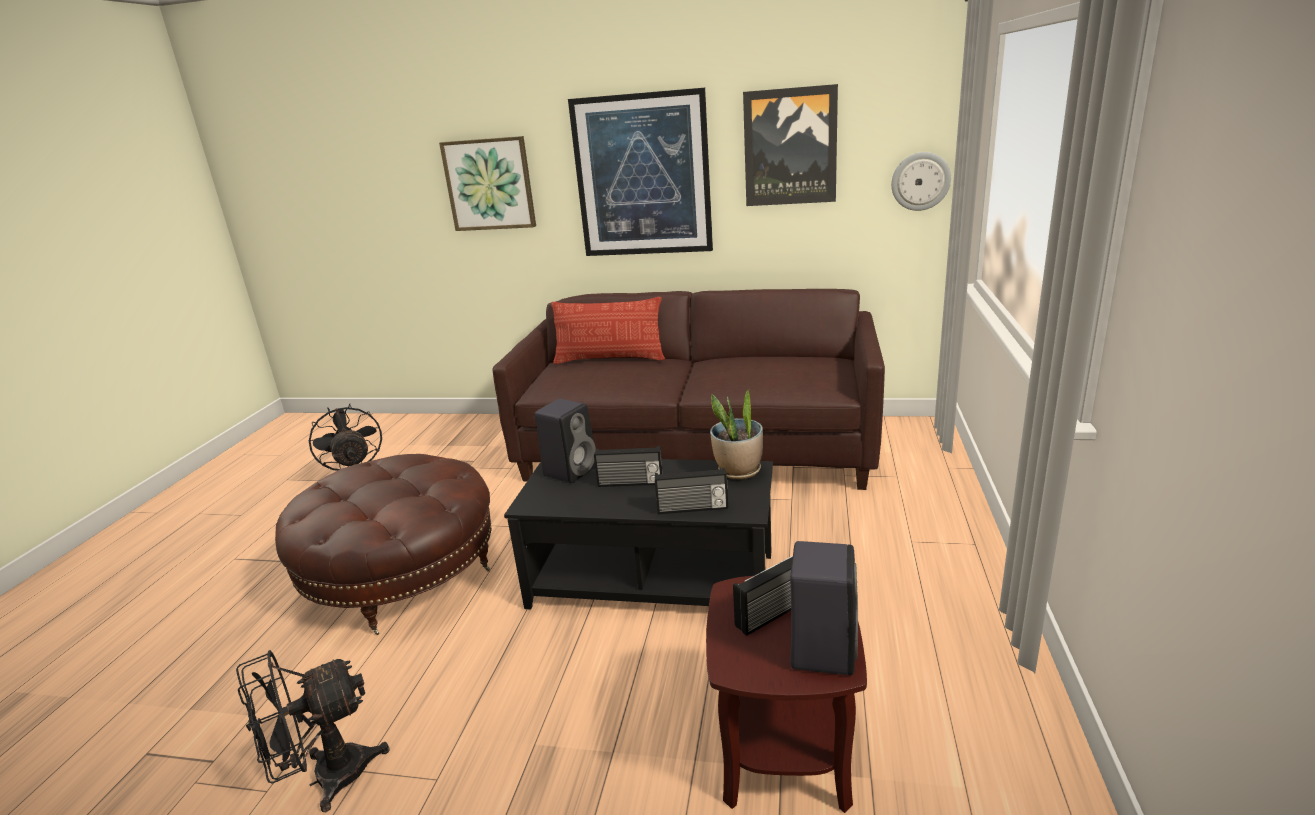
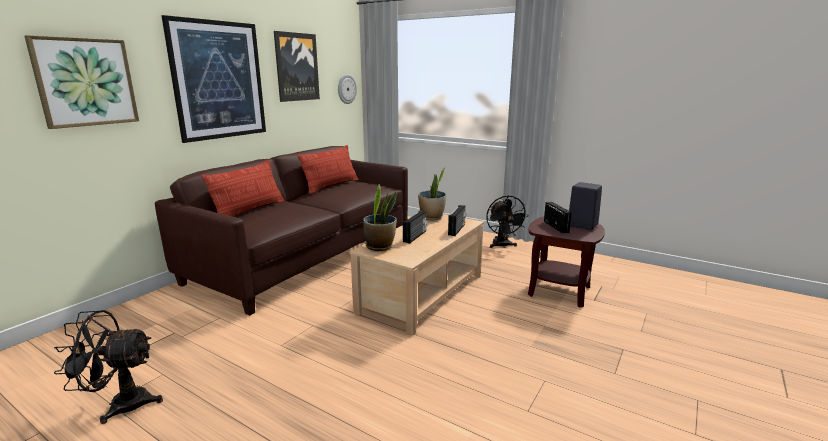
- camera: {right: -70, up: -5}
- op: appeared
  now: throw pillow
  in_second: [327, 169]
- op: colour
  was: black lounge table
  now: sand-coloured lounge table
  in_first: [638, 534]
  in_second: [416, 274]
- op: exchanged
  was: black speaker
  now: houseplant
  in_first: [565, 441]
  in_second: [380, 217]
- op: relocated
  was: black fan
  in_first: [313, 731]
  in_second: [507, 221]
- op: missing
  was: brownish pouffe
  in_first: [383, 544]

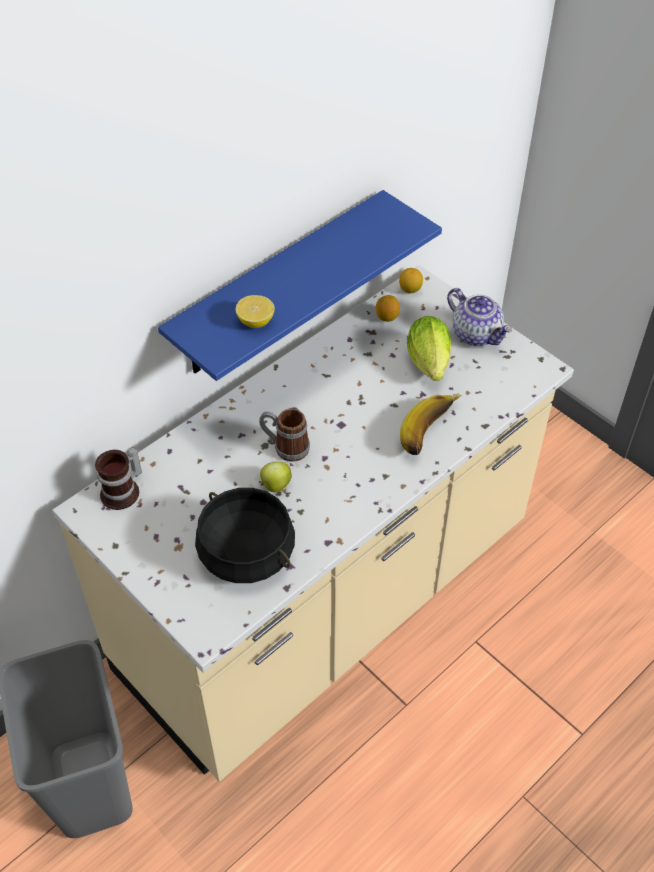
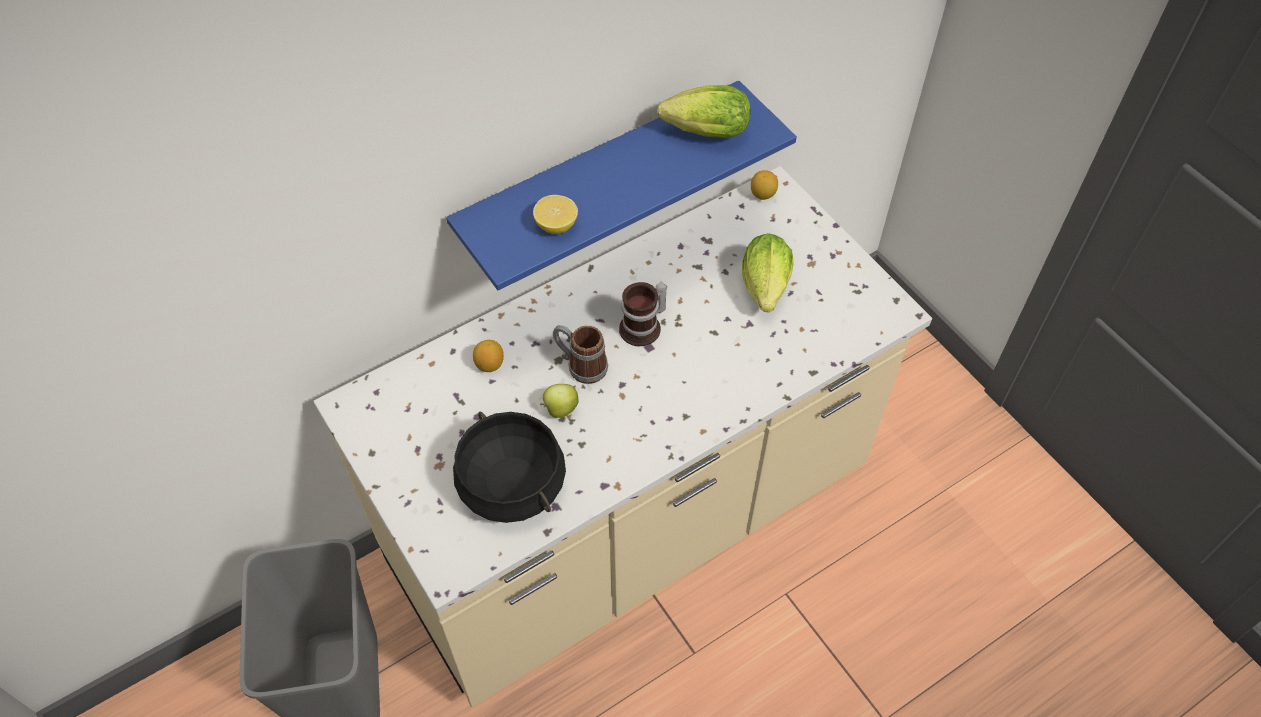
- camera: {right: 10, up: 5}
- op: relocated
  was: whole lemon
  in_first: [388, 308]
  in_second: [488, 356]
- op: relocated
  was: mug
  in_first: [118, 478]
  in_second: [643, 313]
- op: appeared
  now: head of lettuce
  in_second: [703, 111]
- op: missing
  was: banana fruit
  in_first: [431, 424]
- op: missing
  was: pot for tea
  in_first: [479, 317]

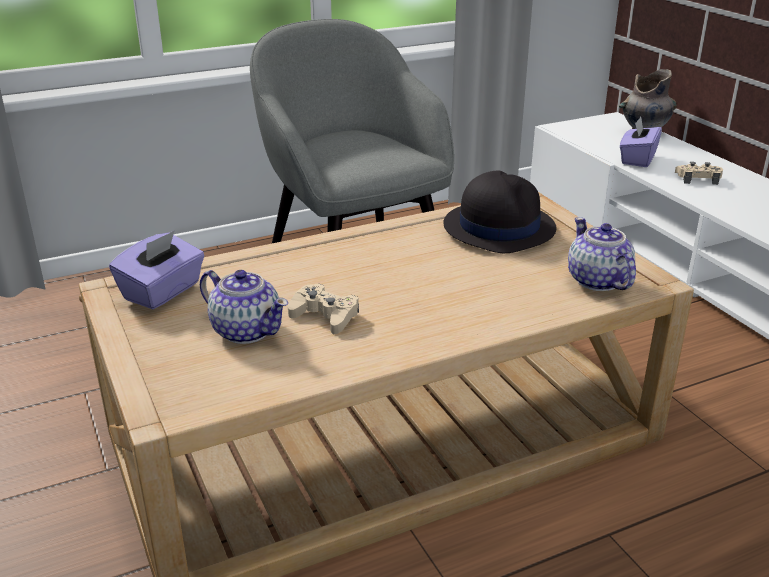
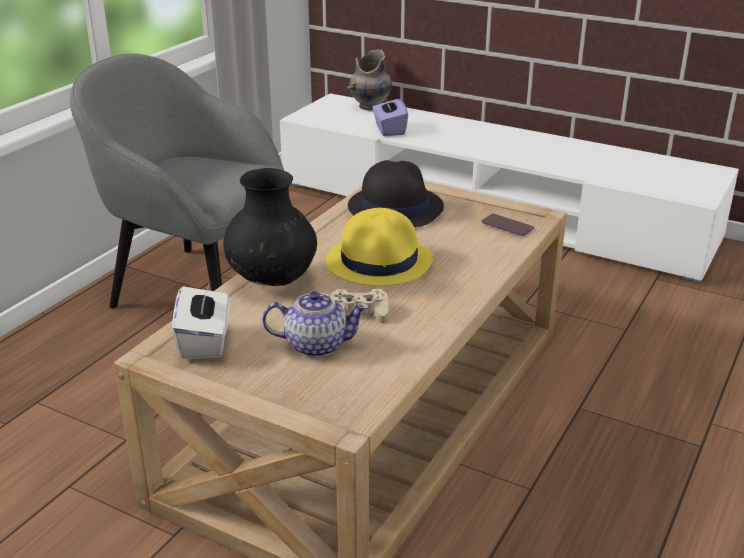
- camera: {right: -35, up: 0}
- op: colour
  was: purplish tissue holder
  now: white-coloured tissue holder
  in_first: [157, 269]
  in_second: [201, 319]
- op: appeared
  now: black flower vase
  in_second: [270, 227]
- op: appeared
  now: yellow-coloured clothing hat
  in_second: [379, 247]
- op: exchanged
  was: pot for tea
  now: phone
  in_first: [602, 254]
  in_second: [507, 225]
- op: missing
  was: sand-coloured gamepad
  in_first: [699, 173]

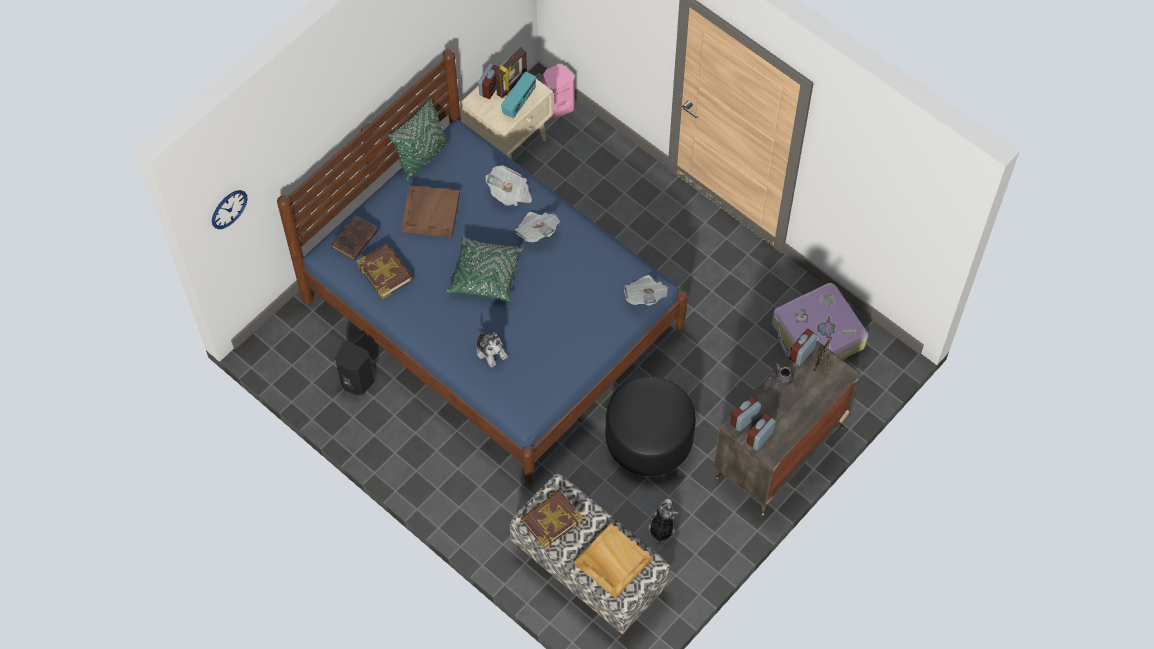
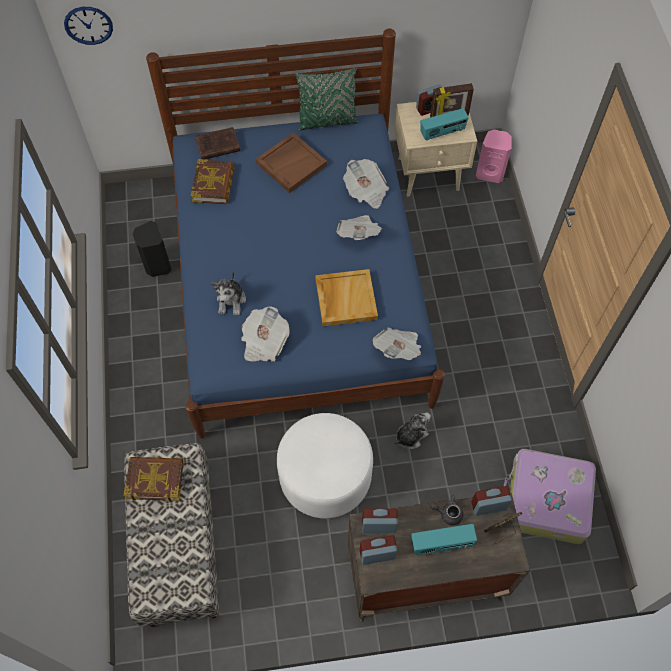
- camera: {right: 40, up: 0}
- op: appeared
  now: daily paper
  in_second: [265, 334]
- op: colour
  was: black pouffe
  now: white-coloured pouffe
  in_first: [650, 426]
  in_second: [325, 465]
- op: relocated
  was: sand-coloured serving tray
  in_first: [613, 560]
  in_second: [346, 297]
- op: relocated
  was: plush toy
  in_first: [663, 521]
  in_second: [412, 431]
- op: appeared
  now: radio
  in_second: [444, 540]
- op: missing
  was: green-coloured throw pillow
  in_first: [485, 269]

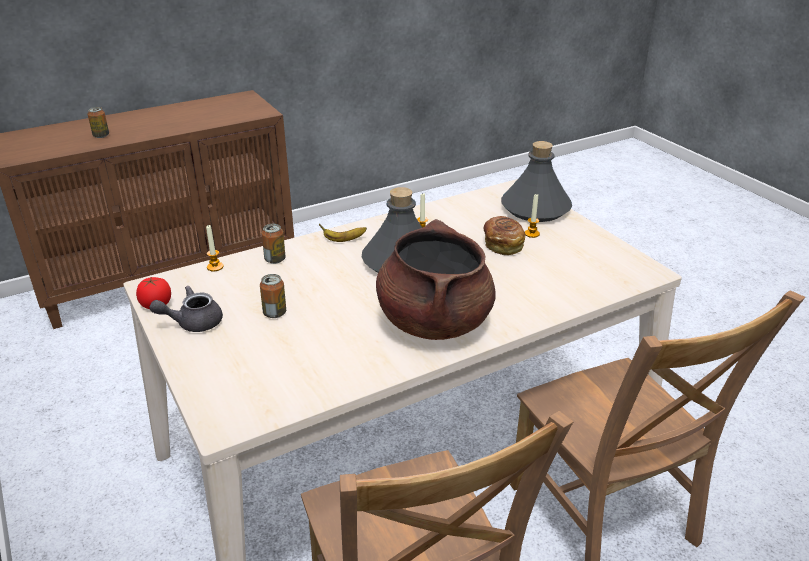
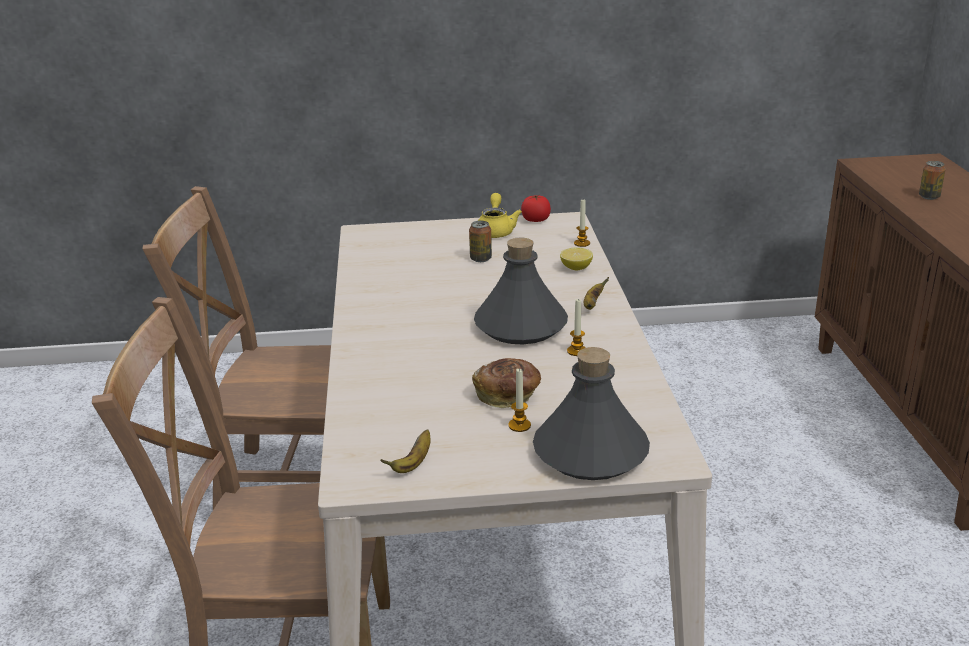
- camera: {right: 115, up: -5}
- op: appeared
  now: banana fruit
  in_second: [405, 451]
- op: colour
  was: grey pot for tea
  now: yellow-coloured pot for tea
  in_first: [186, 309]
  in_second: [500, 215]
- op: exchanged
  was: sealed can
  now: whole lemon
  in_first: [274, 244]
  in_second: [576, 259]
- op: missing
  was: brownish cooking pot
  in_first: [436, 279]

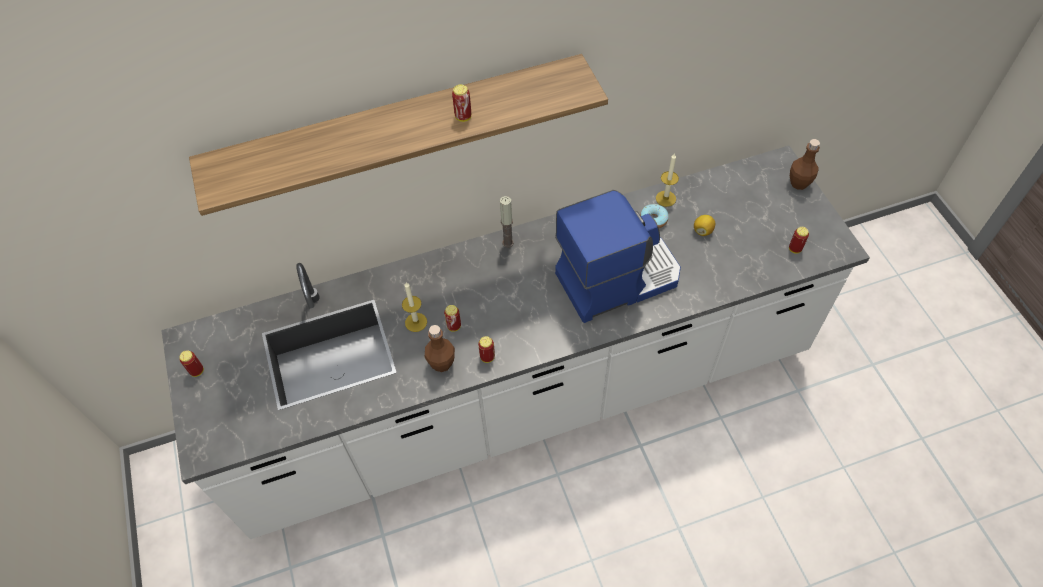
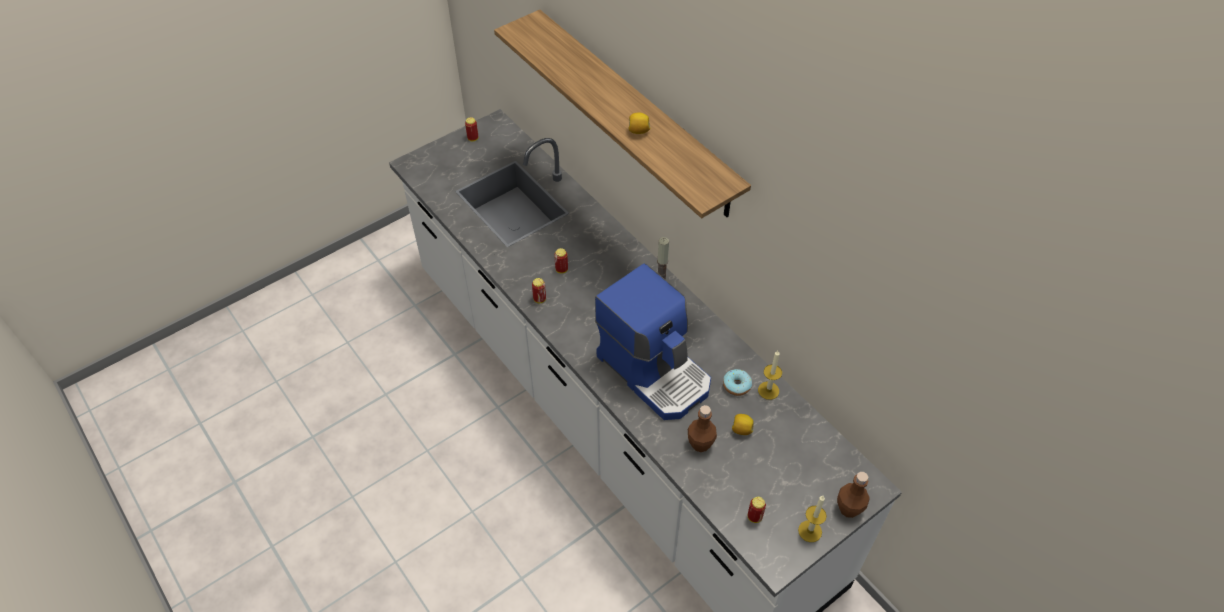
- camera: {right: 70, up: -5}
- op: exchanged
  was: sealed can
  now: whole lemon
  in_first: [461, 103]
  in_second: [639, 123]
- op: relocated
  was: brownish bottle
  in_first: [439, 348]
  in_second: [702, 428]
- op: relocated
  was: wax light
  in_first: [414, 307]
  in_second: [812, 519]

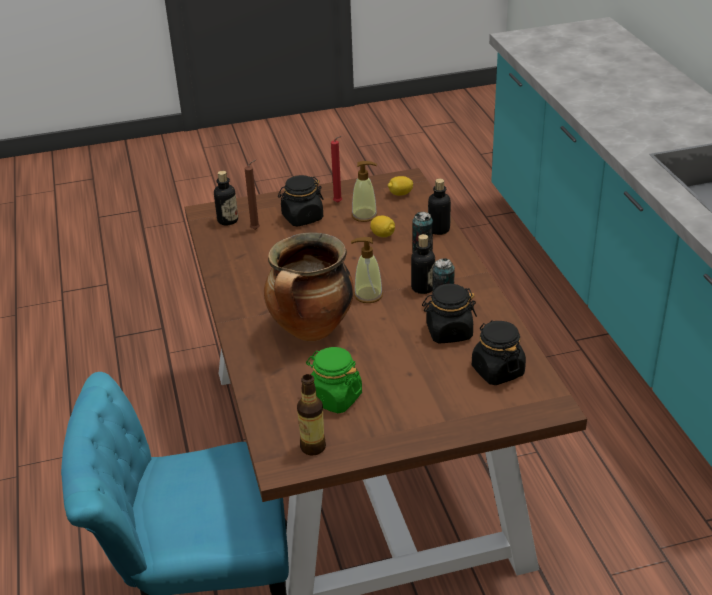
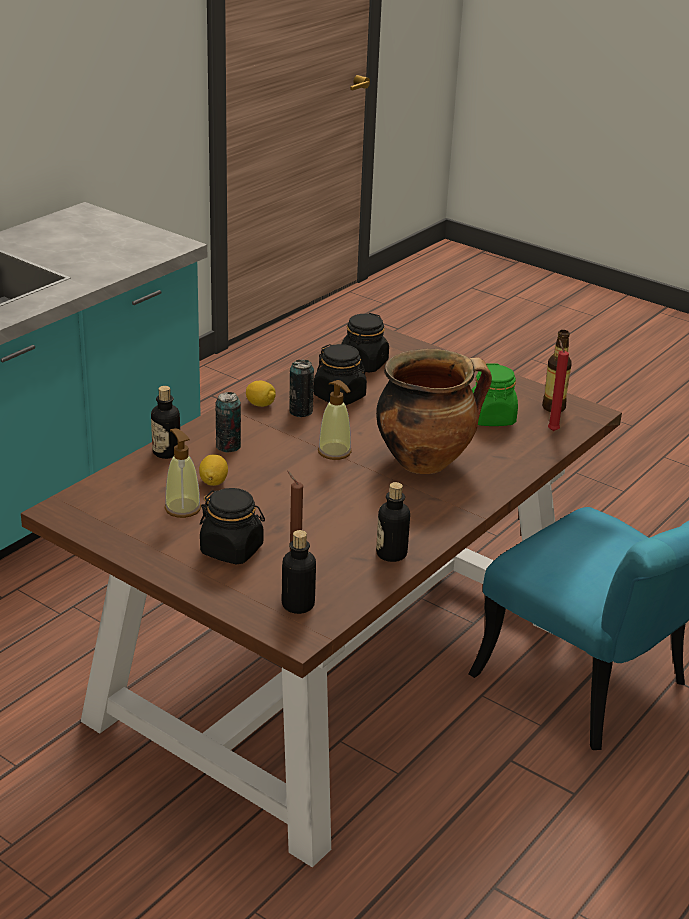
- camera: {right: -130, up: -5}
- op: relocated
  was: whole lemon
  in_first: [400, 186]
  in_second: [261, 394]
- op: relocated
  was: bottle
  in_first: [423, 264]
  in_second: [393, 522]
- op: relocated
  was: red-coloured wax light
  in_first: [336, 169]
  in_second: [558, 385]

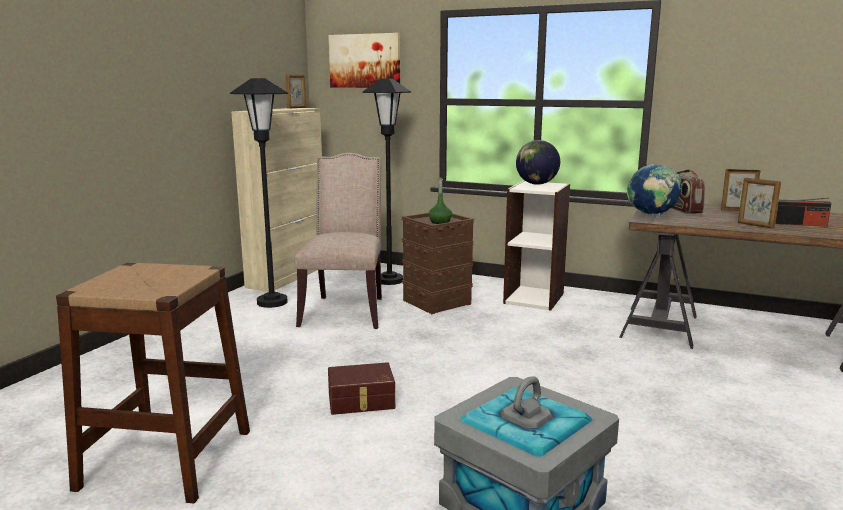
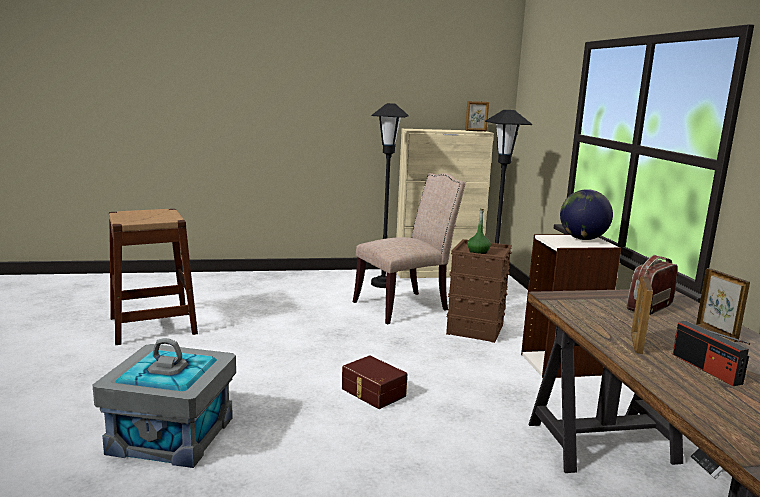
- camera: {right: 55, up: 0}
- op: relocated
  was: brownish storage container
  in_first: [361, 388]
  in_second: [374, 382]
- op: missing
  was: wall picture
  in_first: [364, 60]
- op: missing
  was: world globe
  in_first: [654, 190]

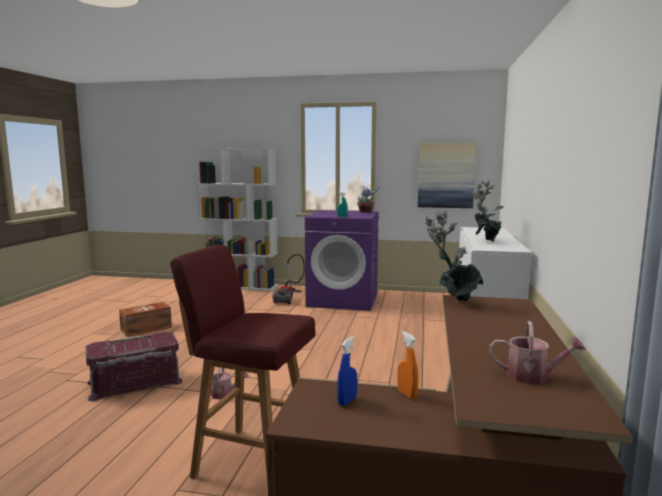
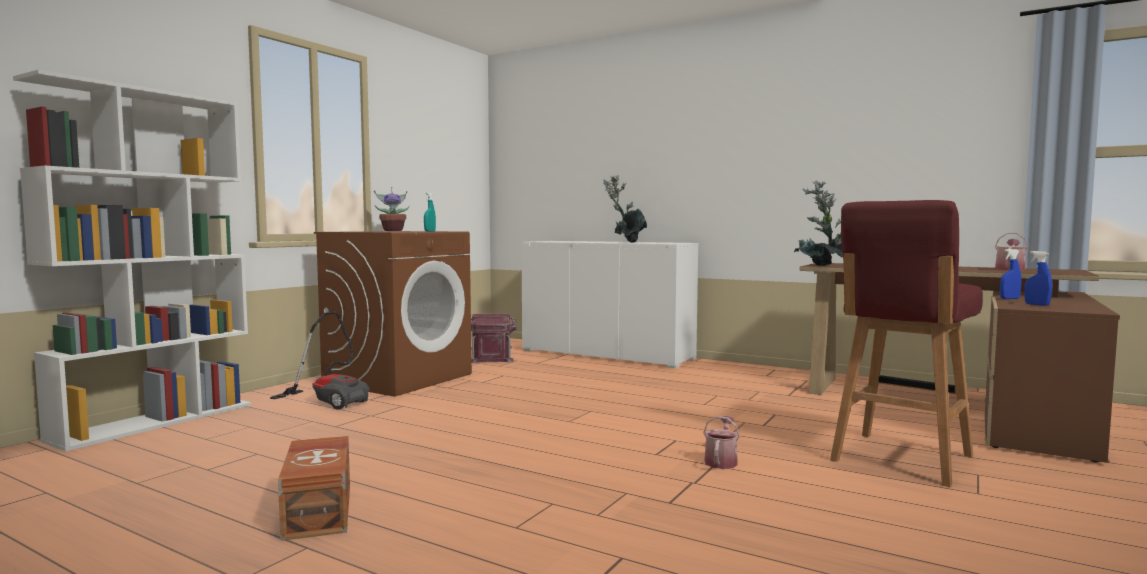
- camera: {right: -70, up: -5}
- op: colour
  was: purplish laundry machine
  now: brownish laundry machine
  in_first: [342, 260]
  in_second: [393, 314]
- op: relocated
  was: red-coloured storage container
  in_first: [134, 367]
  in_second: [494, 338]
- op: colour
  was: orange-coloured spray bottle
  now: bluish spray bottle
  in_first: [408, 365]
  in_second: [1010, 274]
- op: missing
  was: wall picture
  in_first: [447, 175]

